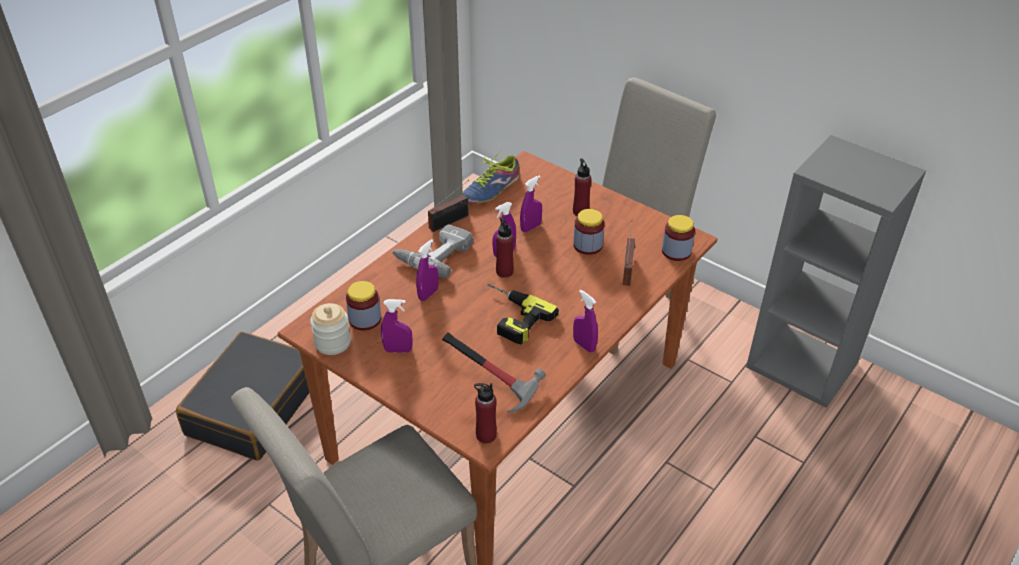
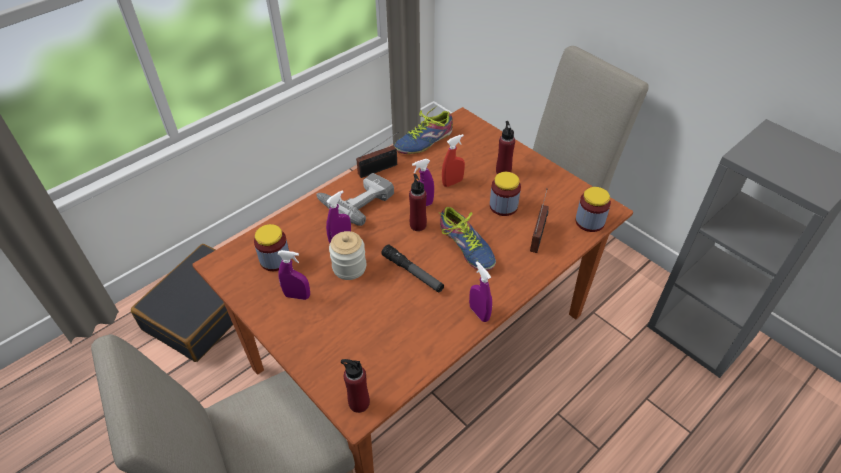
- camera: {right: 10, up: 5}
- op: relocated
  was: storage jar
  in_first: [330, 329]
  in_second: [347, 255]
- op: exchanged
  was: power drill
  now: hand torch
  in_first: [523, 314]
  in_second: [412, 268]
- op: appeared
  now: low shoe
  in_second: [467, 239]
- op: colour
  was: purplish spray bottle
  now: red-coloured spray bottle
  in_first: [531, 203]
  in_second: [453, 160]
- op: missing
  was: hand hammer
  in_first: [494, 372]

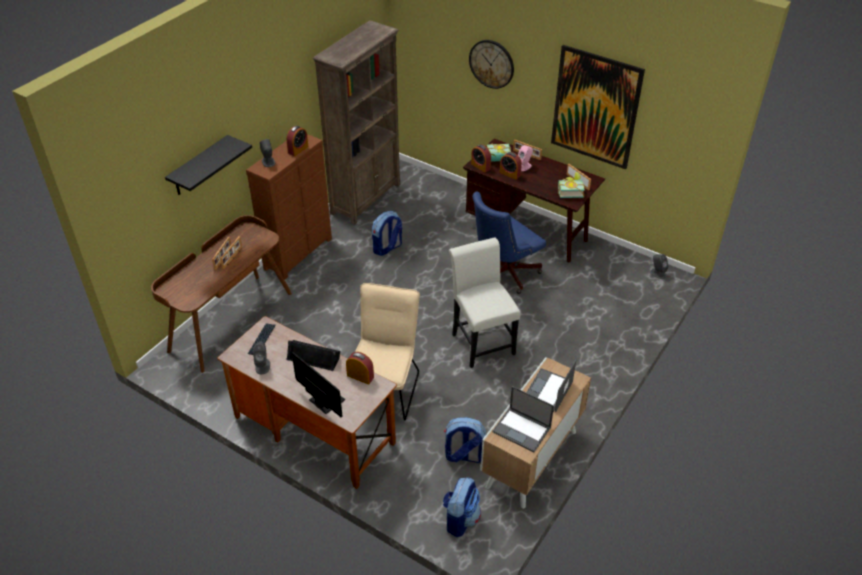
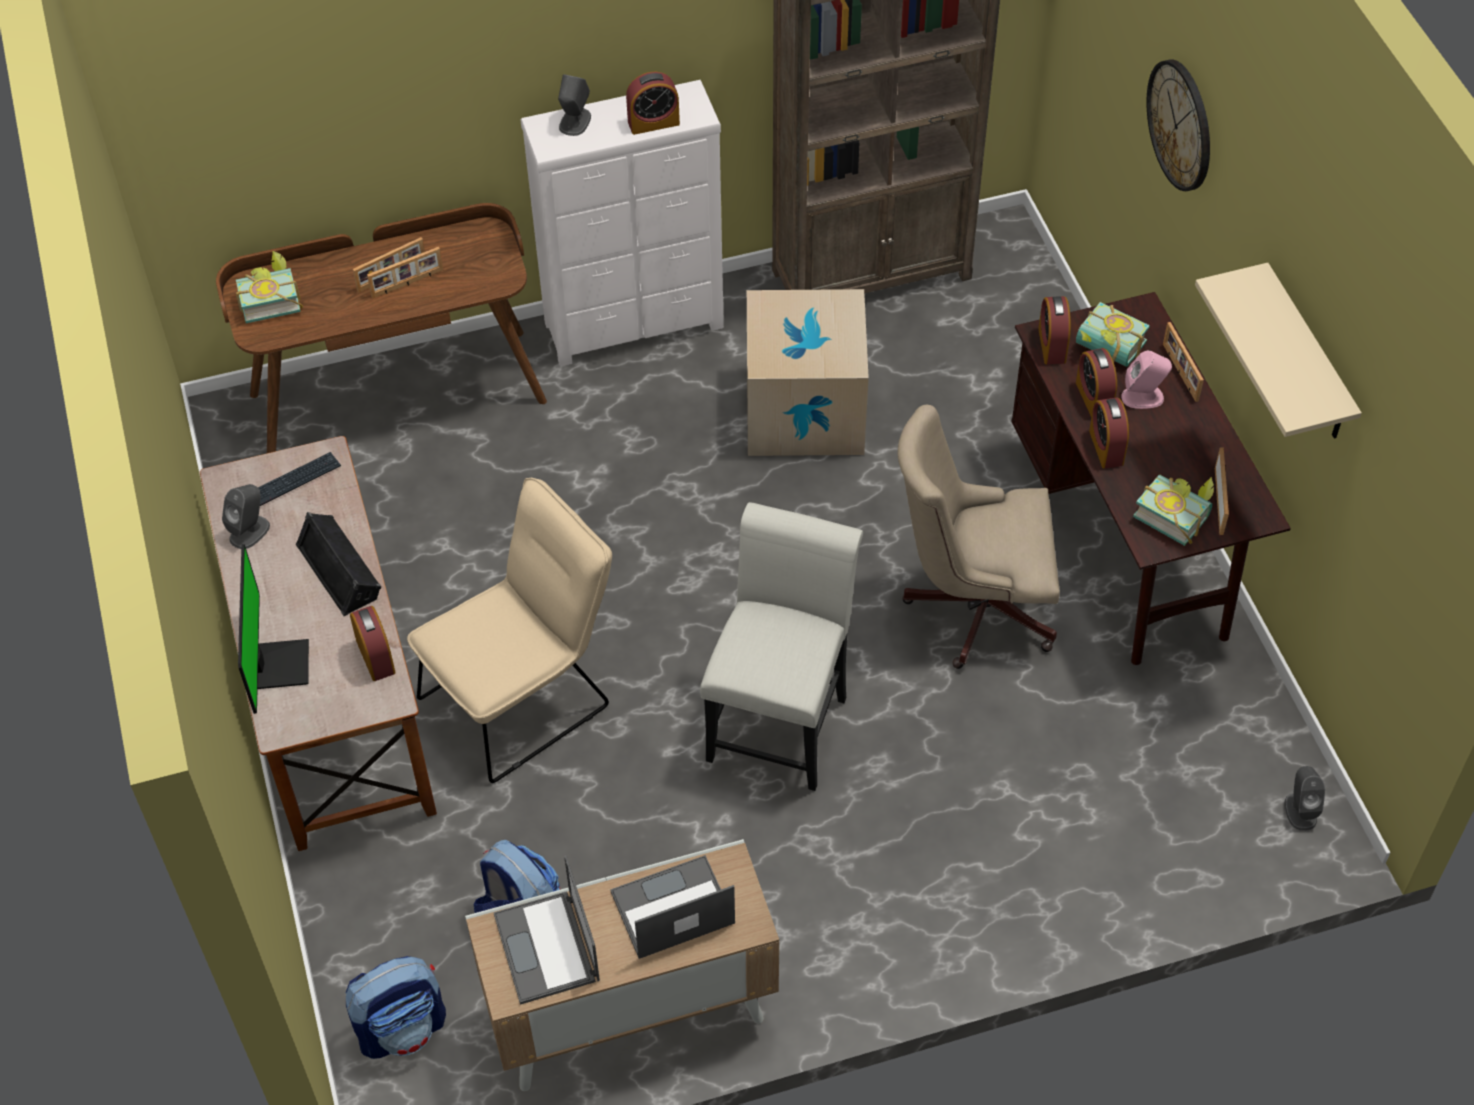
- camera: {right: 40, up: 10}
- op: appeared
  now: bound book
  in_second: [269, 287]
- op: colour
  was: brownish drawer chest
  now: white-coloured drawer chest
  in_first: [289, 207]
  in_second: [622, 223]
- op: exchanged
  was: rucksack
  now: packing box
  in_first: [387, 233]
  in_second: [808, 372]
- op: colour
  was: bluish desk chair
  now: sand-coloured desk chair
  in_first: [509, 243]
  in_second: [979, 537]
- op: appeared
  now: alarm clock
  in_second: [1109, 433]
- op: exchanged
  was: wall picture
  now: sand-coloured bracket shelf
  in_first: [598, 107]
  in_second: [1278, 351]
- op: missing
  was: black bracket shelf
  in_first: [208, 165]

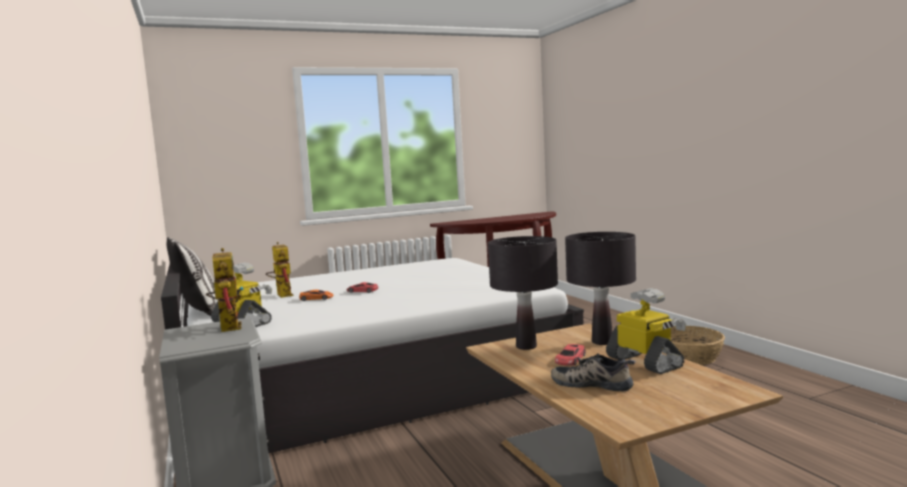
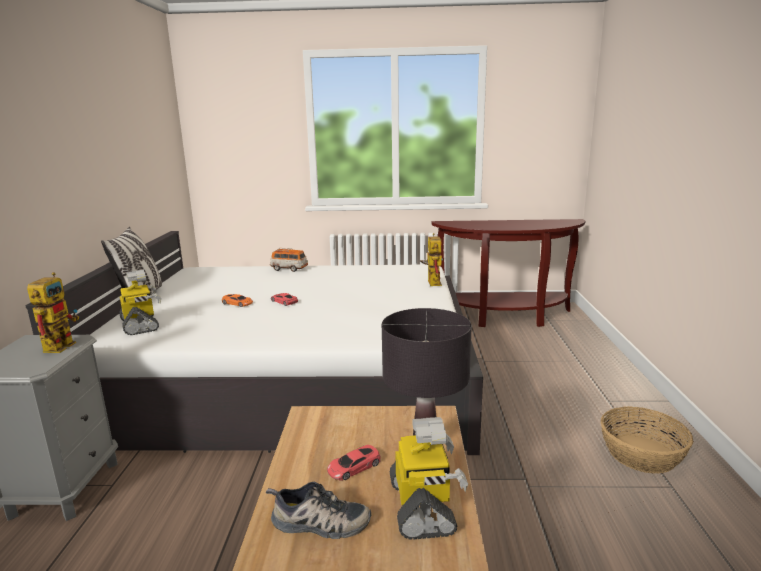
- camera: {right: 25, up: 10}
- op: spun
  was: low shoe
  in_first: [593, 372]
  in_second: [318, 510]
  clockwise: 135
- op: appeared
  now: miniature car
  in_second: [289, 260]
- op: relocated
  was: toy robot
  in_first: [280, 270]
  in_second: [431, 259]
- op: missing
  was: black table lamp
  in_first: [523, 293]

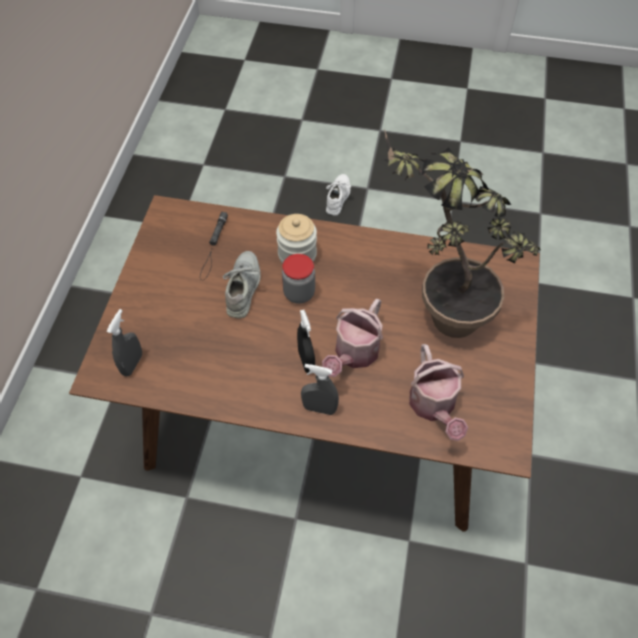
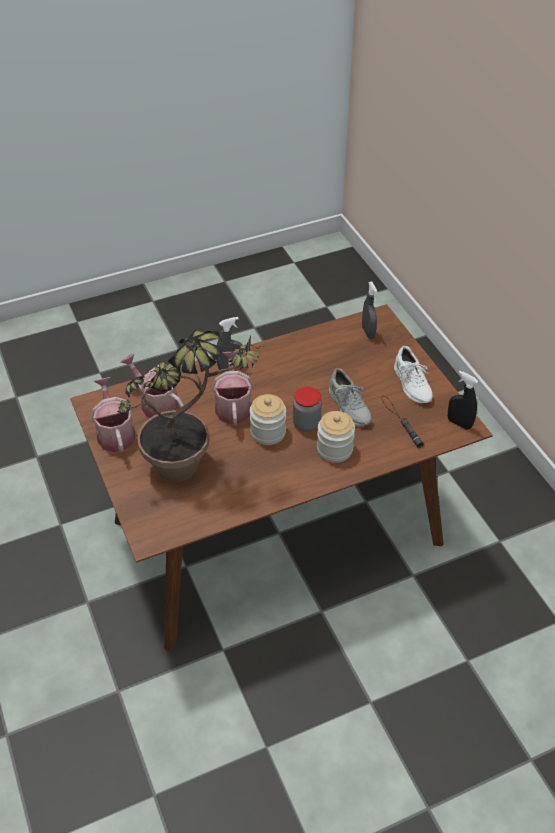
- camera: {right: 145, up: -10}
- op: appeared
  now: watering pot
  in_second: [113, 415]
- op: appeared
  now: storage jar
  in_second: [268, 419]
- op: relocated
  was: white-coloured low shoe
  in_first: [338, 195]
  in_second: [413, 374]
- op: relocated
  was: black spray bottle
  in_first: [306, 341]
  in_second: [463, 400]

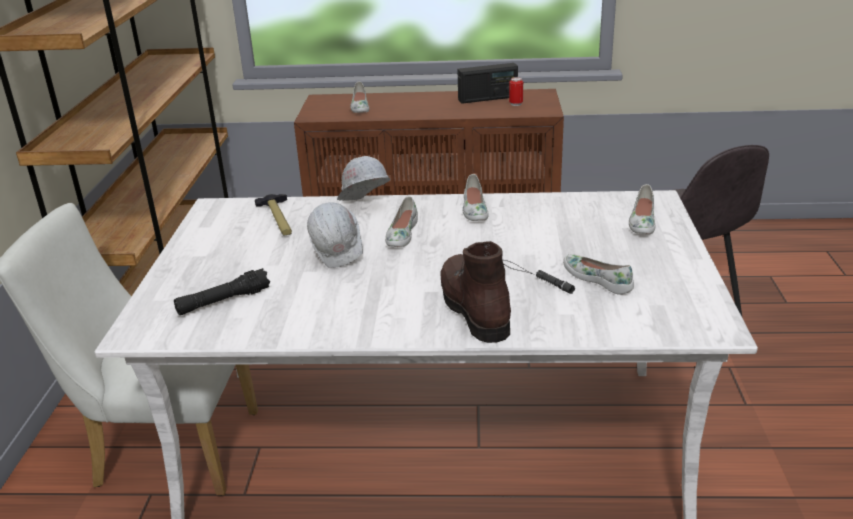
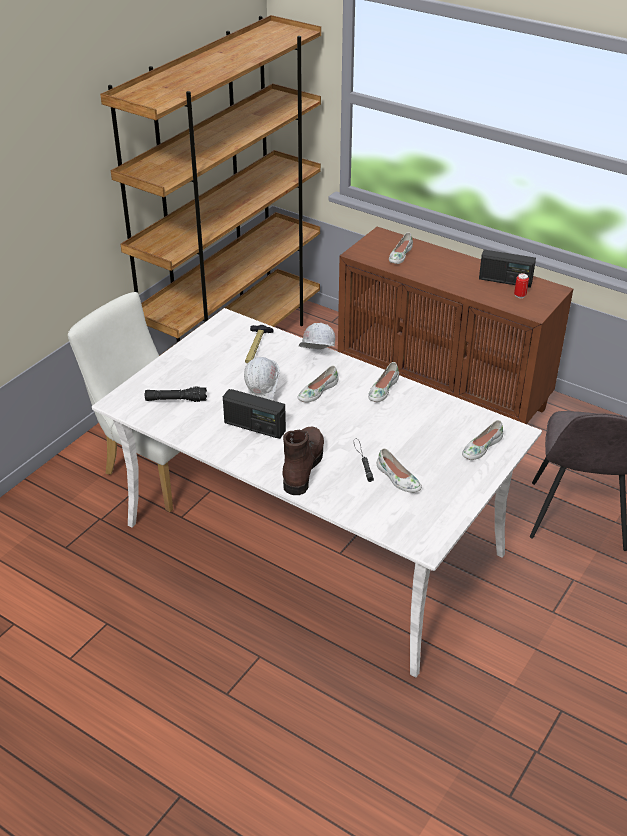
- camera: {right: 30, up: 10}
- op: appeared
  now: radio
  in_second: [254, 414]
- op: spun
  was: white-coloured low shoe
  in_first: [598, 274]
  in_second: [399, 470]
  clockwise: 150

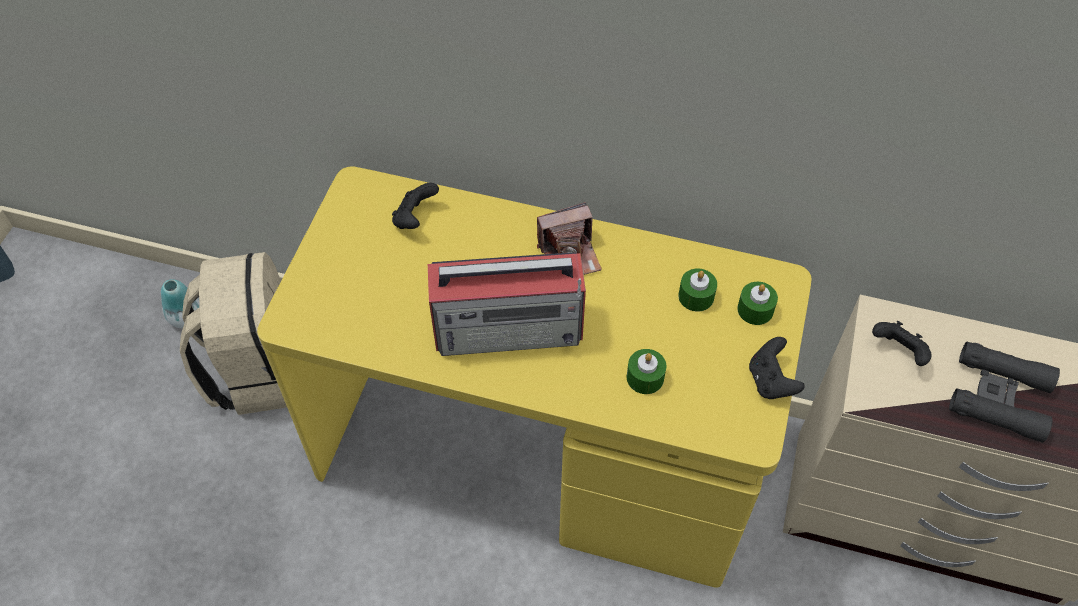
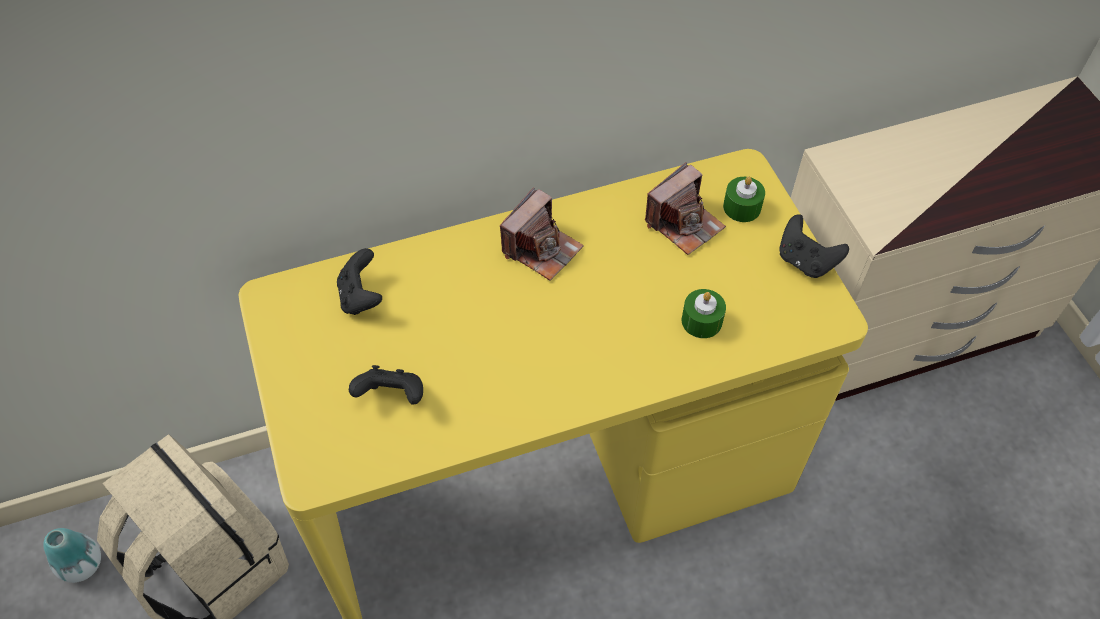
- camera: {right: -35, up: 0}
- op: relocated
  was: black gamepad
  in_first: [901, 343]
  in_second: [386, 385]
- op: exchanged
  was: green-coloured wax light
  now: photo camera
  in_first: [697, 290]
  in_second: [685, 208]
- op: missing
  was: radio
  in_first: [507, 304]
- op: missing
  was: black field glasses
  in_first: [1004, 392]

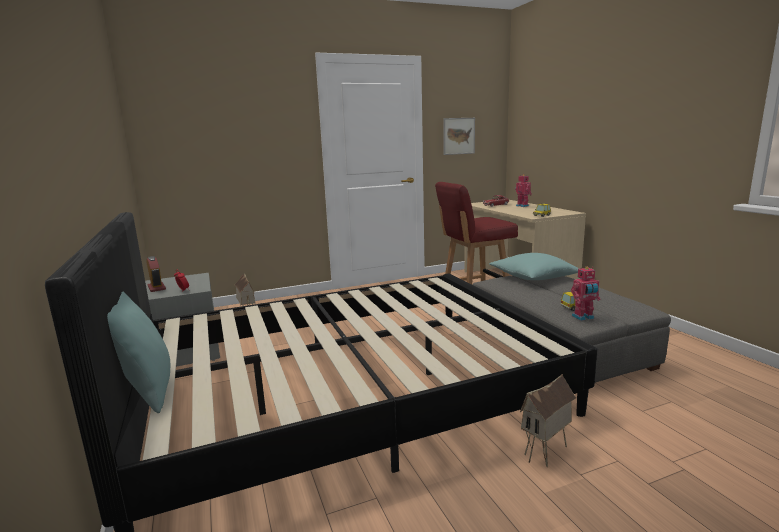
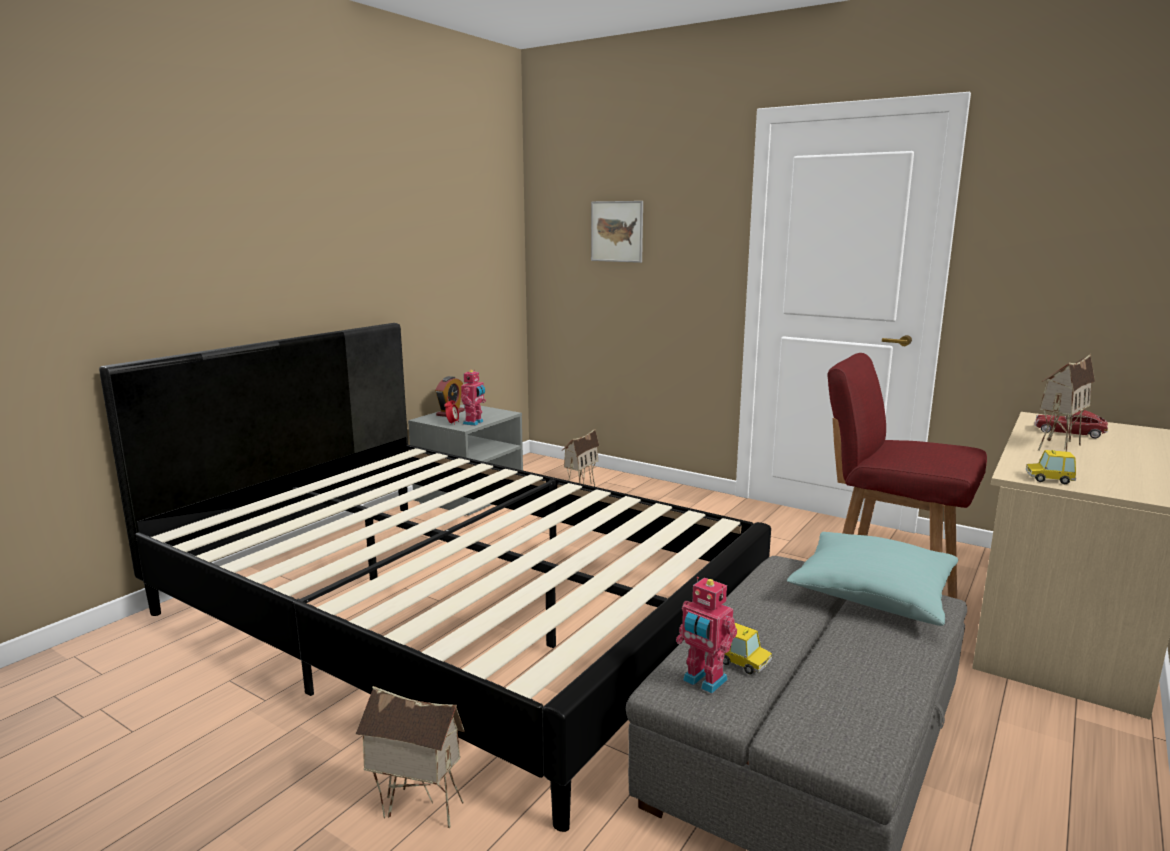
- camera: {right: 55, up: 0}
- op: relocated
  was: toy robot
  in_first: [523, 190]
  in_second: [473, 397]
- op: relocated
  was: wall picture
  in_first: [459, 136]
  in_second: [617, 232]
- op: appeared
  now: miniature house
  in_second: [1066, 403]
- op: missing
  was: turquoise throw pillow
  in_first: [138, 352]

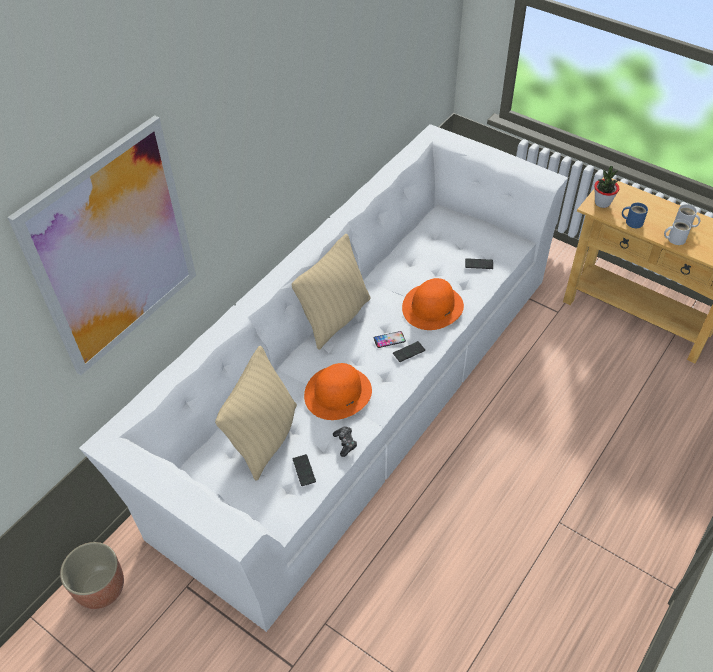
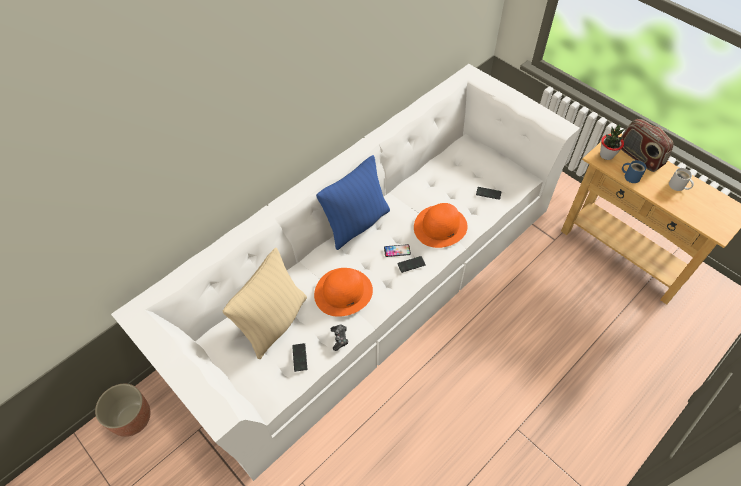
- camera: {right: 10, up: 5}
- op: colour
  was: sand-coloured throw pillow
  now: bluish throw pillow
  in_first: [331, 292]
  in_second: [353, 202]
- op: appeared
  now: radio
  in_second: [647, 145]
- op: missing
  was: wall picture
  in_first: [101, 245]
- op: missing
  was: white-coloured mug
  in_first: [677, 232]

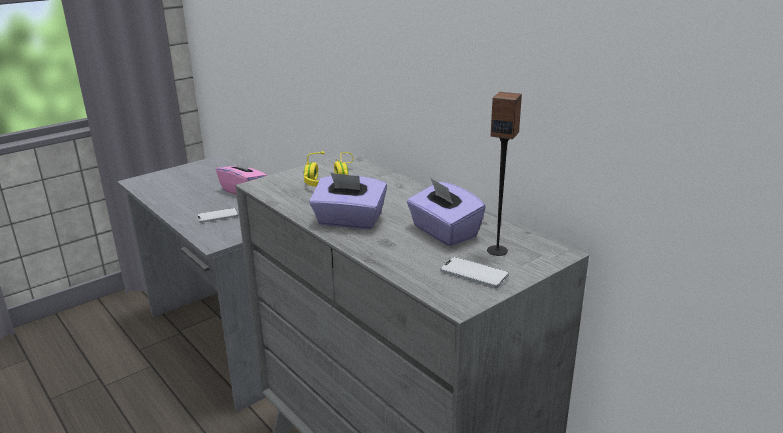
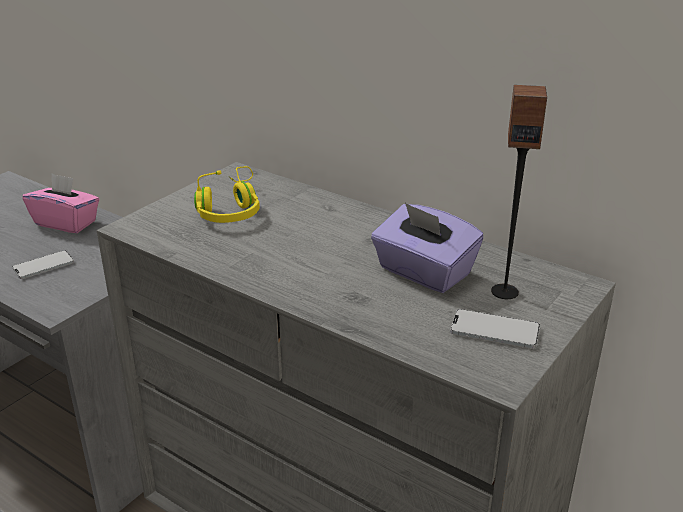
- camera: {right: -15, up: 5}
- op: missing
  was: purplish tissue holder
  in_first: [348, 200]

